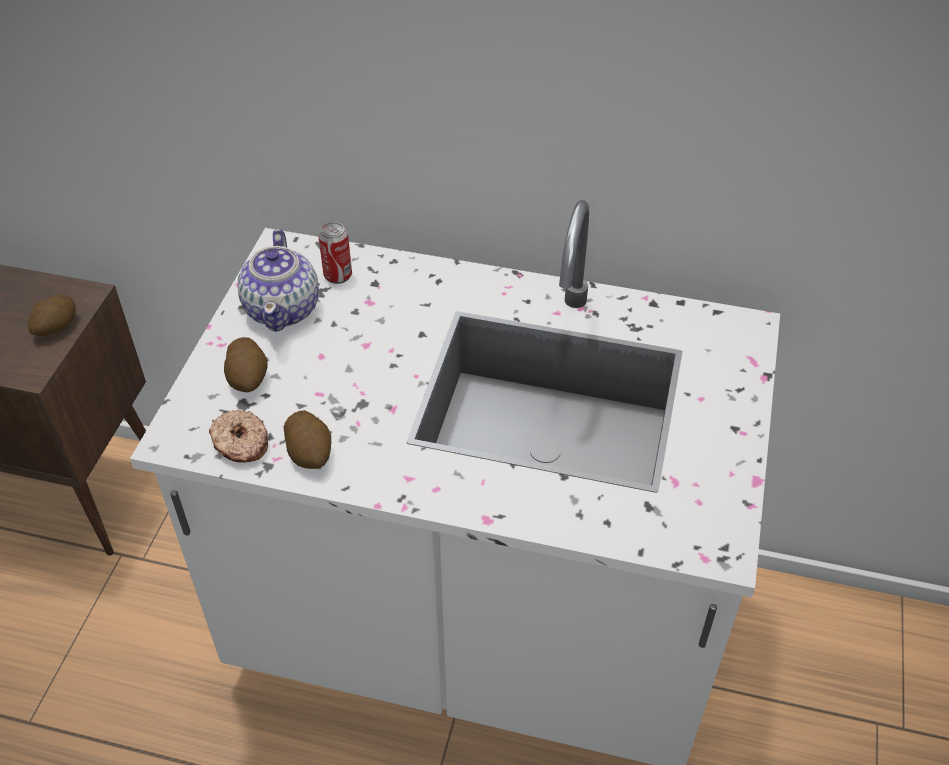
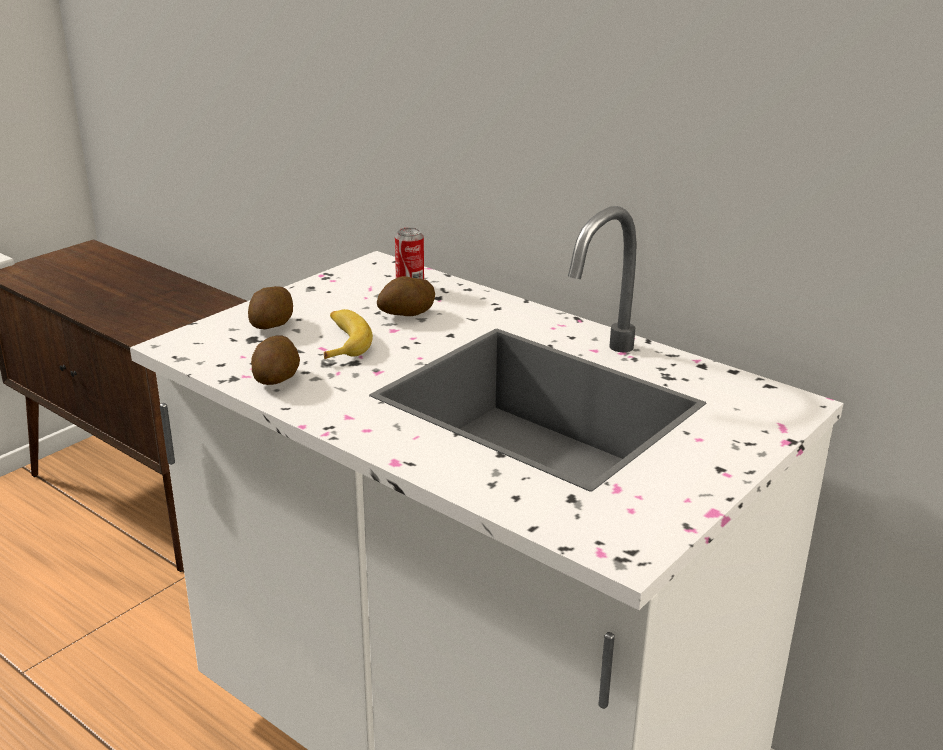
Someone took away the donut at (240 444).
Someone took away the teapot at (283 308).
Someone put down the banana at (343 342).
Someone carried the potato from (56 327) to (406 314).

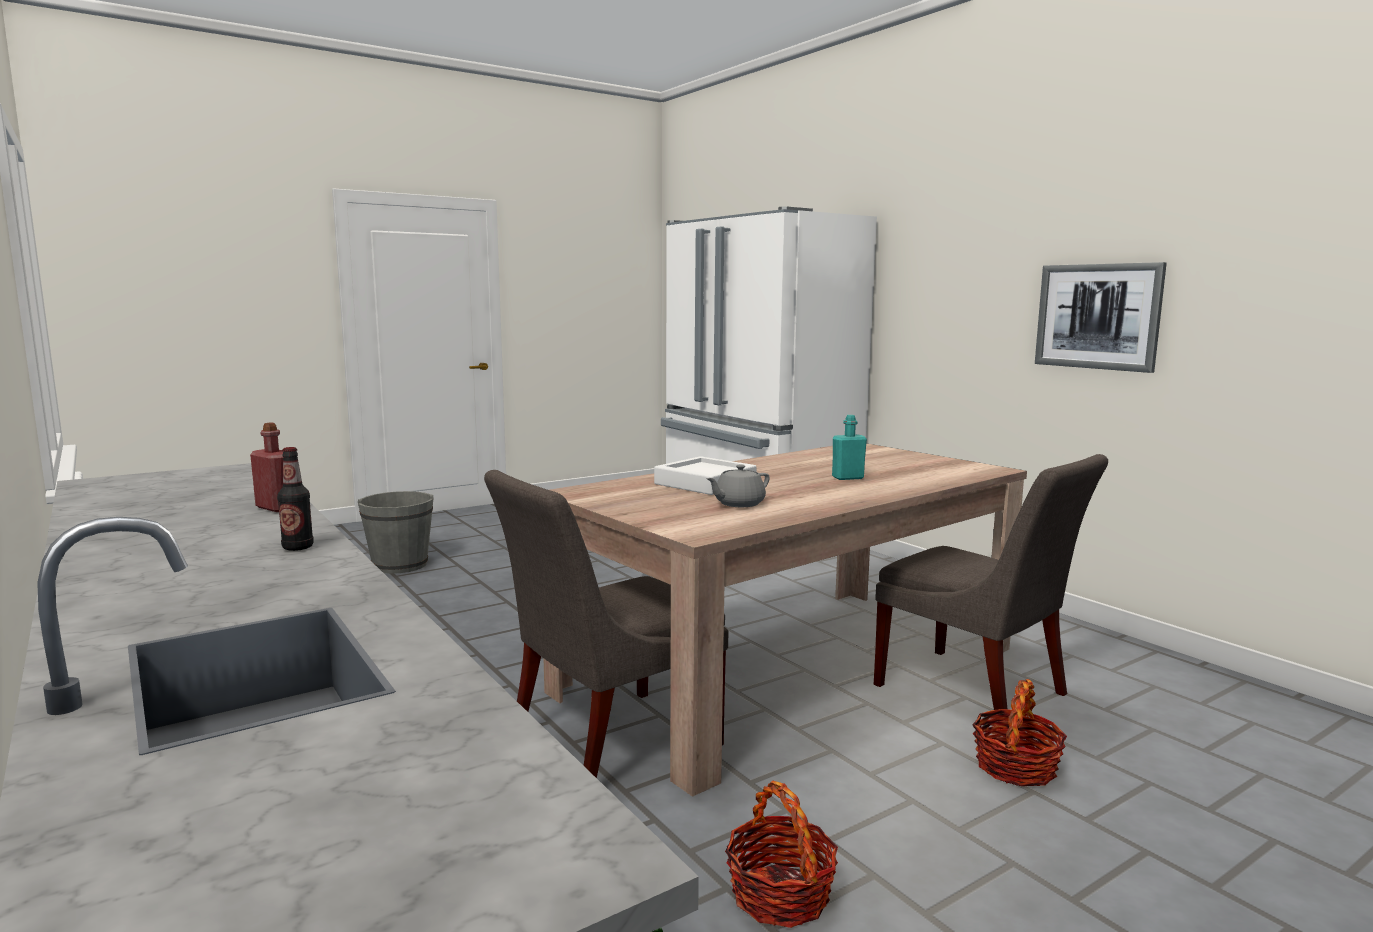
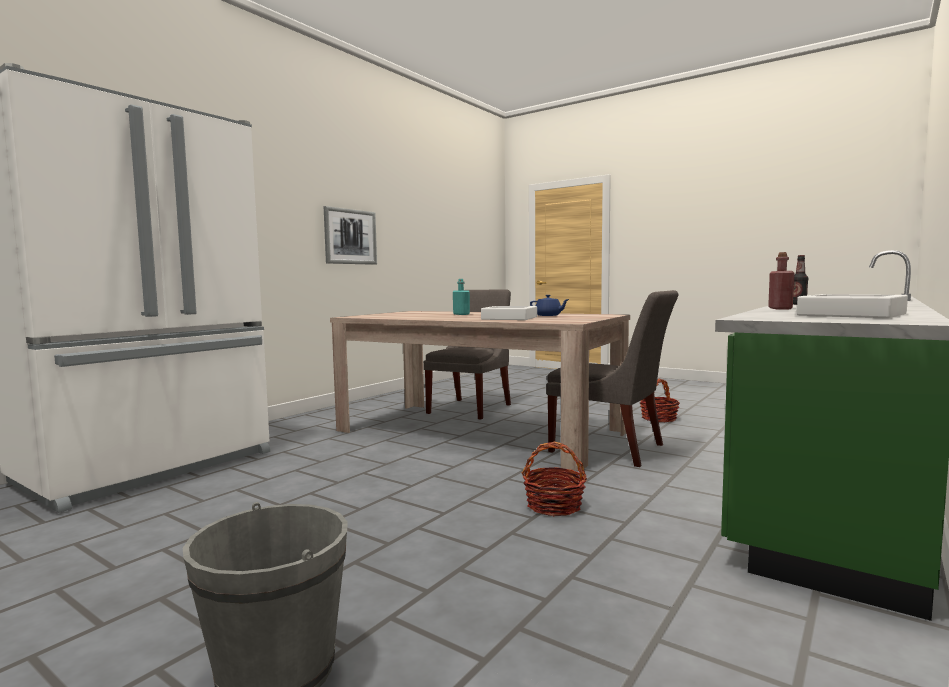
Someone put down the white tray at (851 314).
Someone carried the basket from (1015 767) to (554 506).
Someone repainted the grey teapot at (738 504), which became the blue teapot at (548 315).

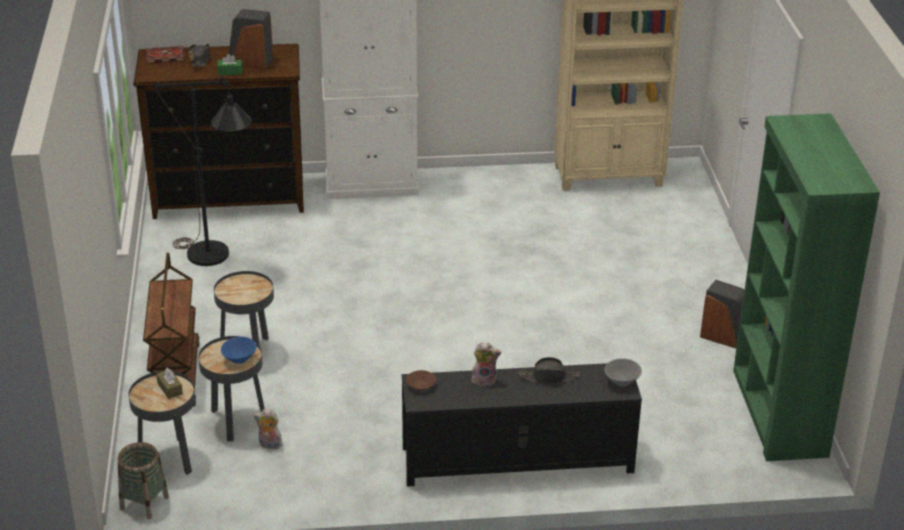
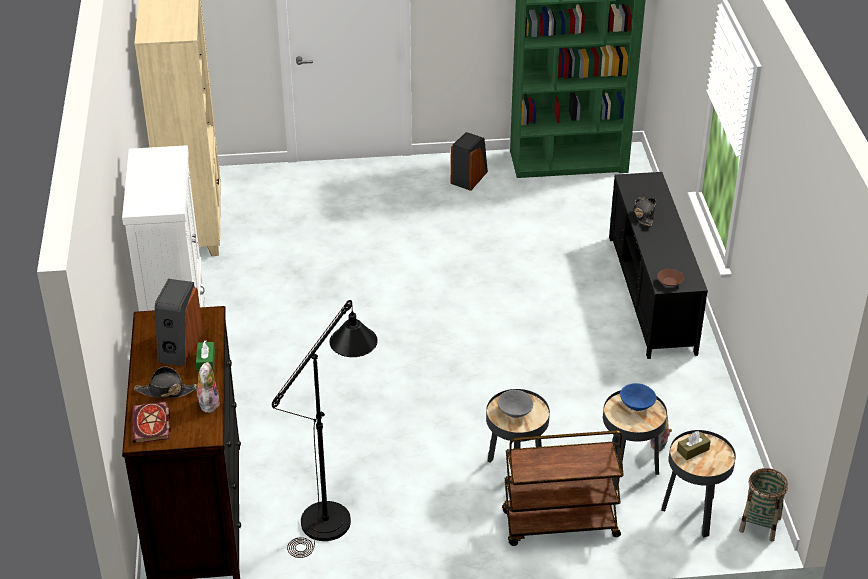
Someone carried the plush toy from (484 380) to (208 403).
Someone carried the grey bowl from (621 381) to (515 413).

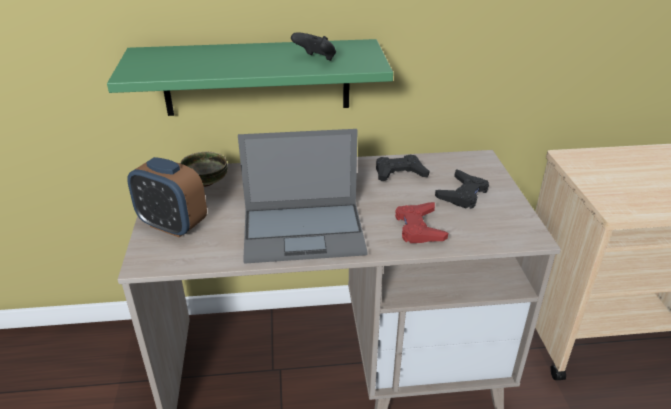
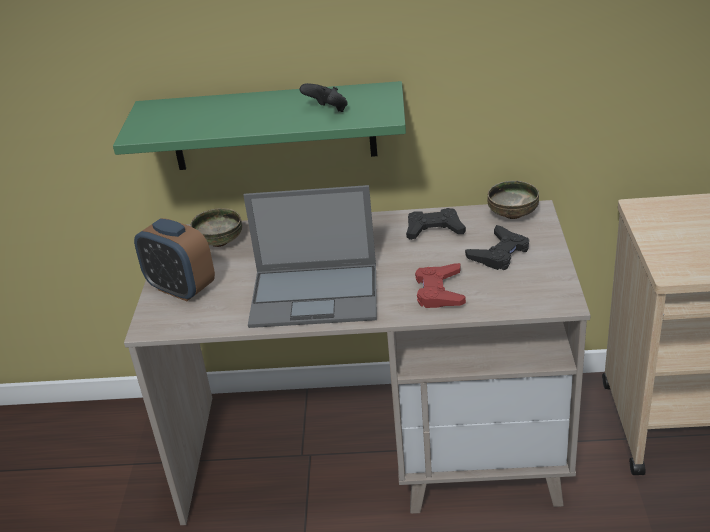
Someone put down the bowl at (513 215).

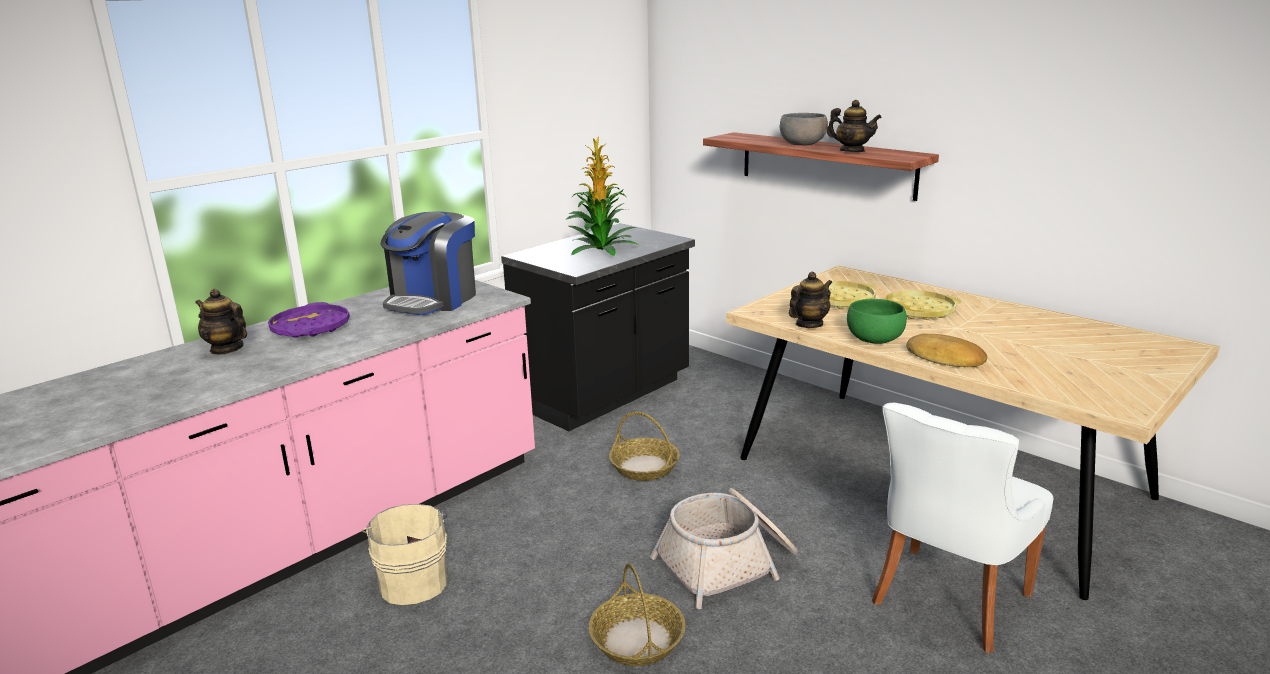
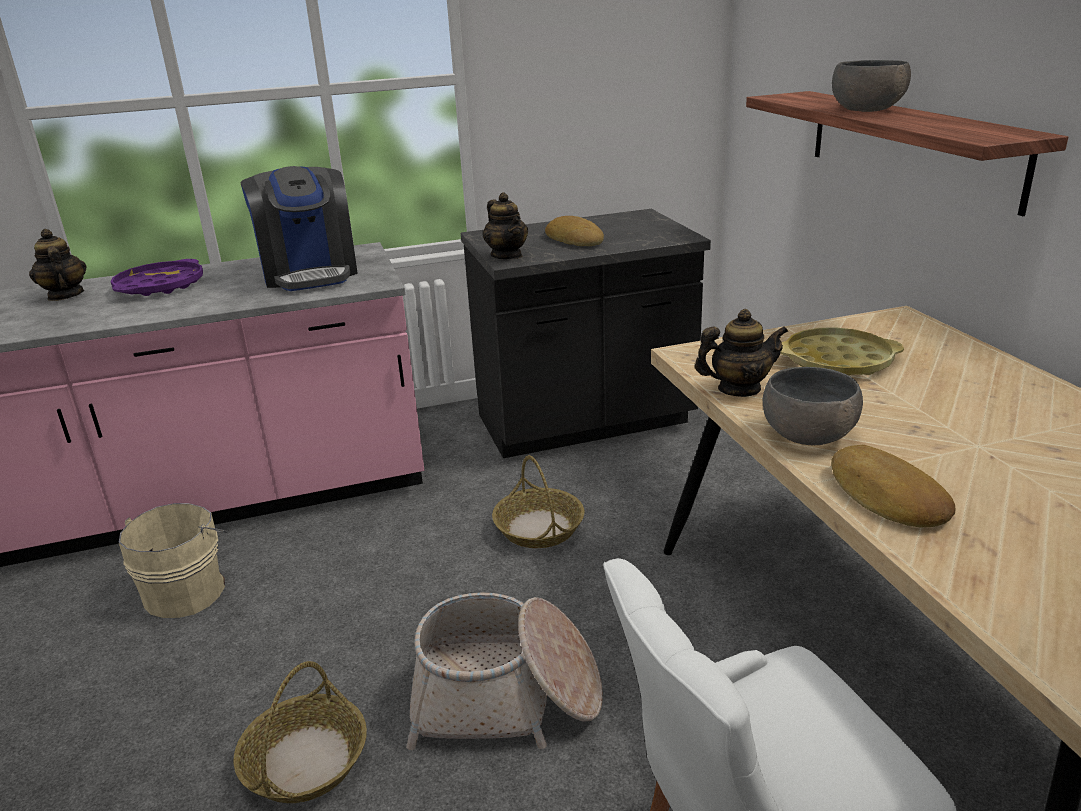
Someone took away the yellow tray at (919 311).
Someone carried the teapot from (852 151) to (507 256).
Someone swapped the potted plant at (601 250) for the bread at (575 239).
Someone repainted the green bowl at (874 339), which became the grey bowl at (808 435).
Someone rotated the coffee machine at (433 300) by 75 degrees counterclockwise.

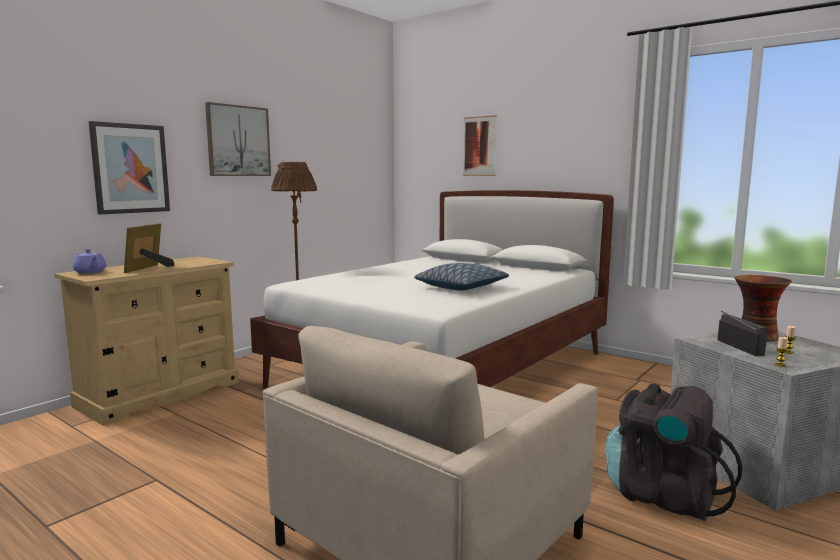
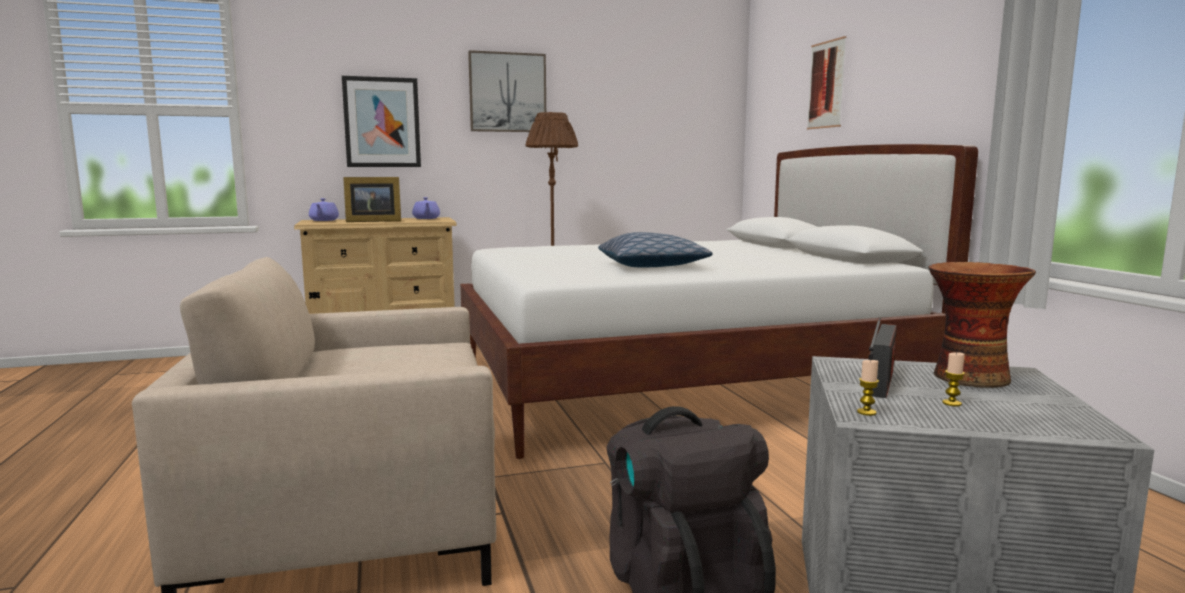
Someone put down the purple teapot at (426 218).
Someone rotated the picture frame at (149 268) by 150 degrees counterclockwise.

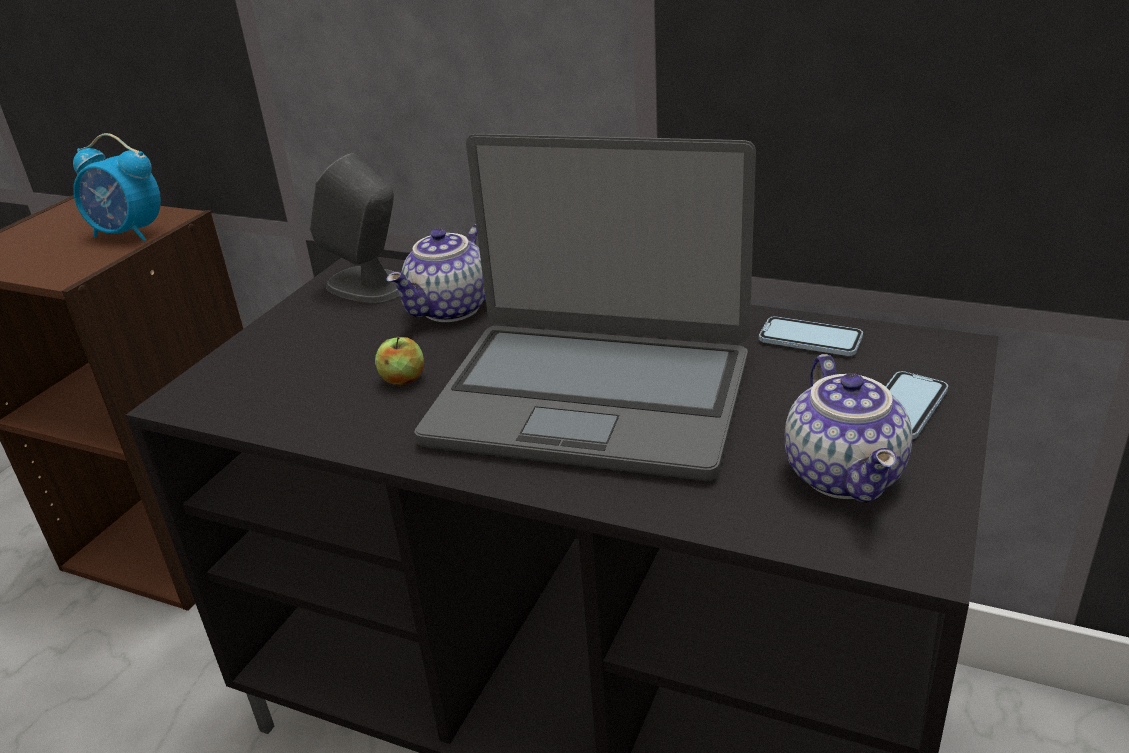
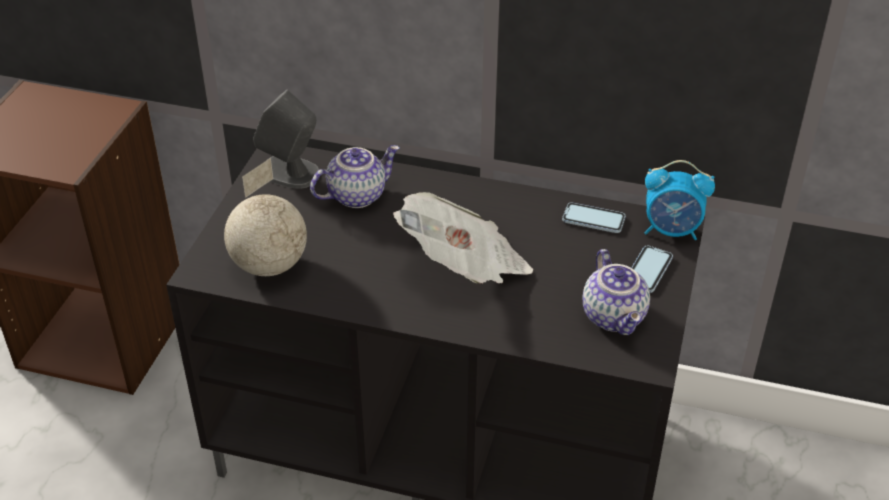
Someone took away the apple at (403 379).
Someone put down the globe at (268 265).
Someone carried the alarm clock from (129 234) to (672 230).
Someone swapped the laptop at (591 398) for the newspaper at (464 266).
Someone rotated the teapot at (451 310) by 150 degrees counterclockwise.

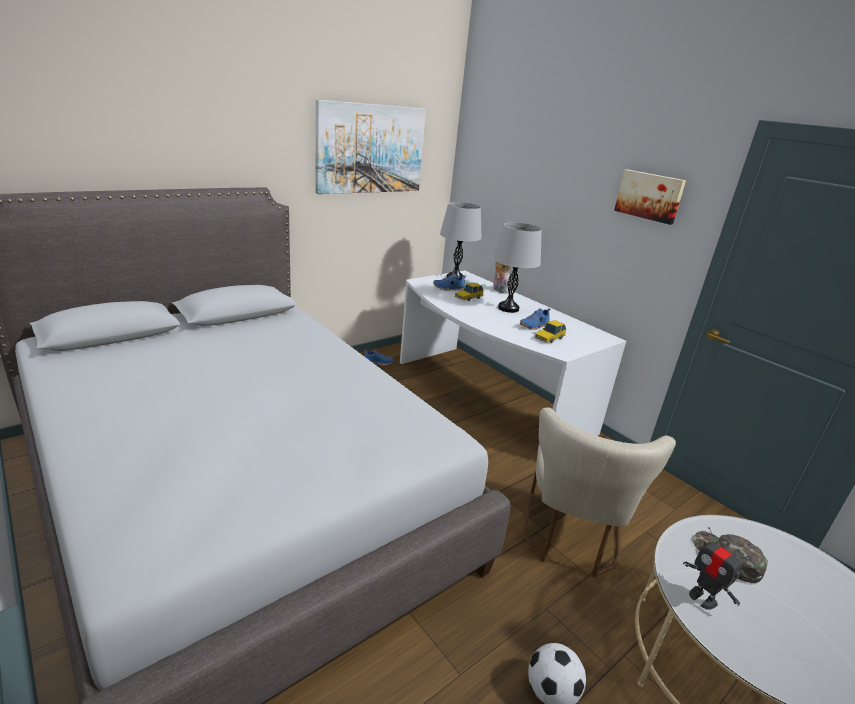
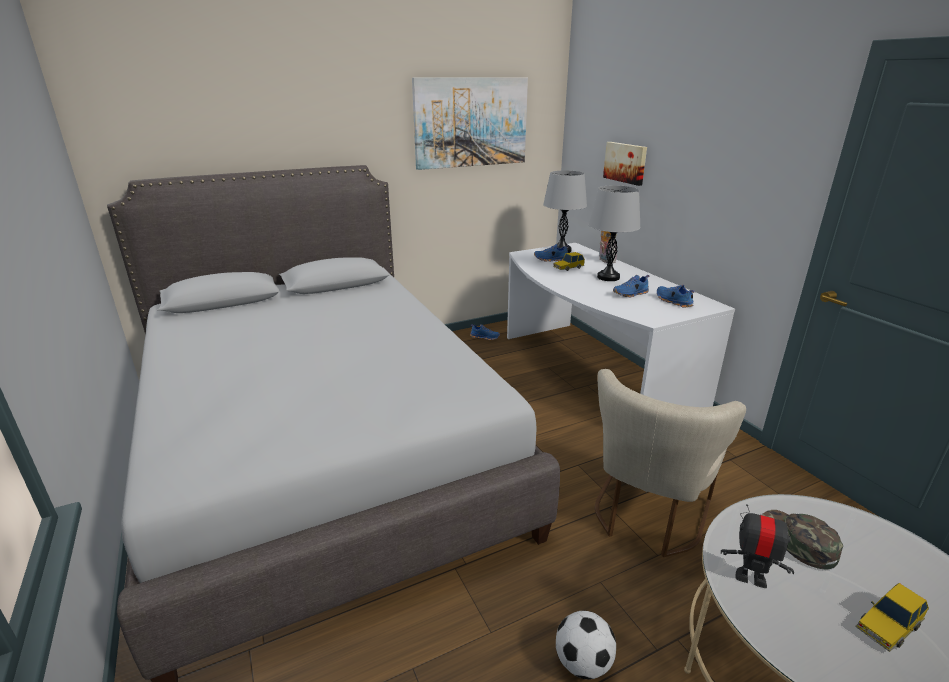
Someone put down the blue shoe at (673 301).
Someone carried the toy car from (549 338) to (888 625).
Someone carried the picture from (649 196) to (626 162).
Someone rotated the toy robot at (702 598) by 135 degrees clockwise.

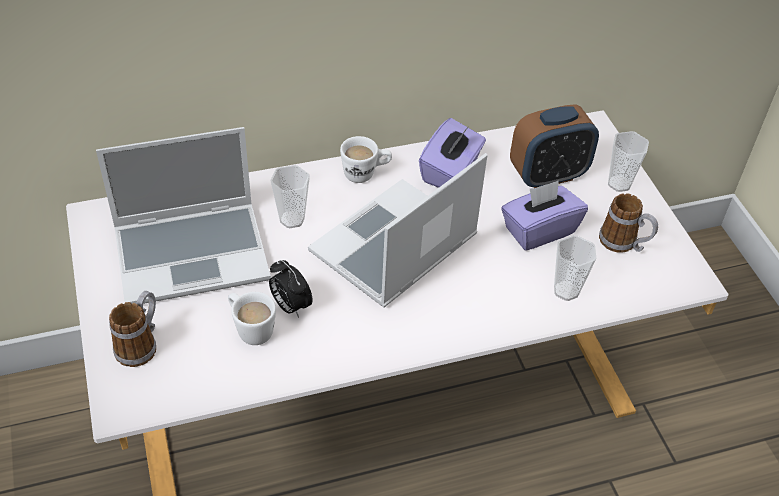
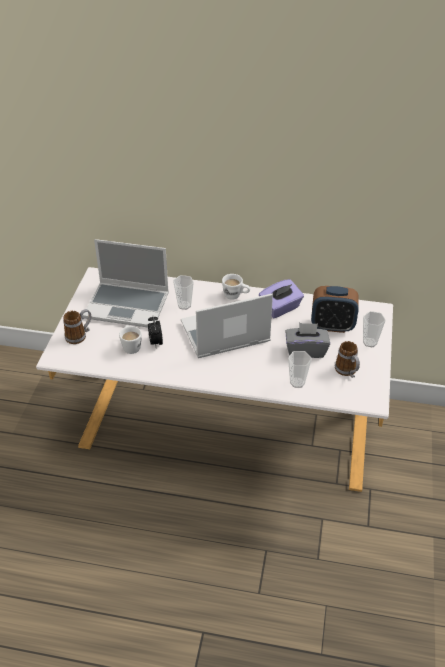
Someone repainted the purple tissue box at (539 230), which became the grey tissue box at (306 350).

